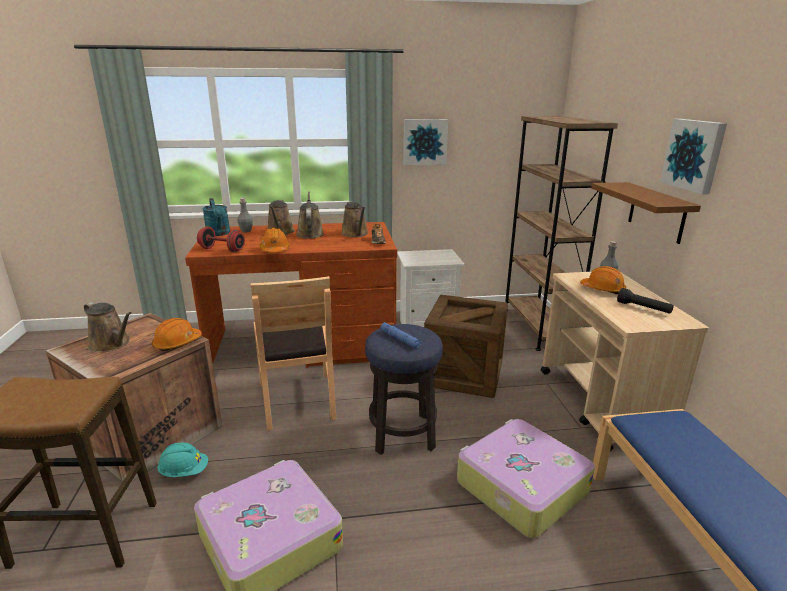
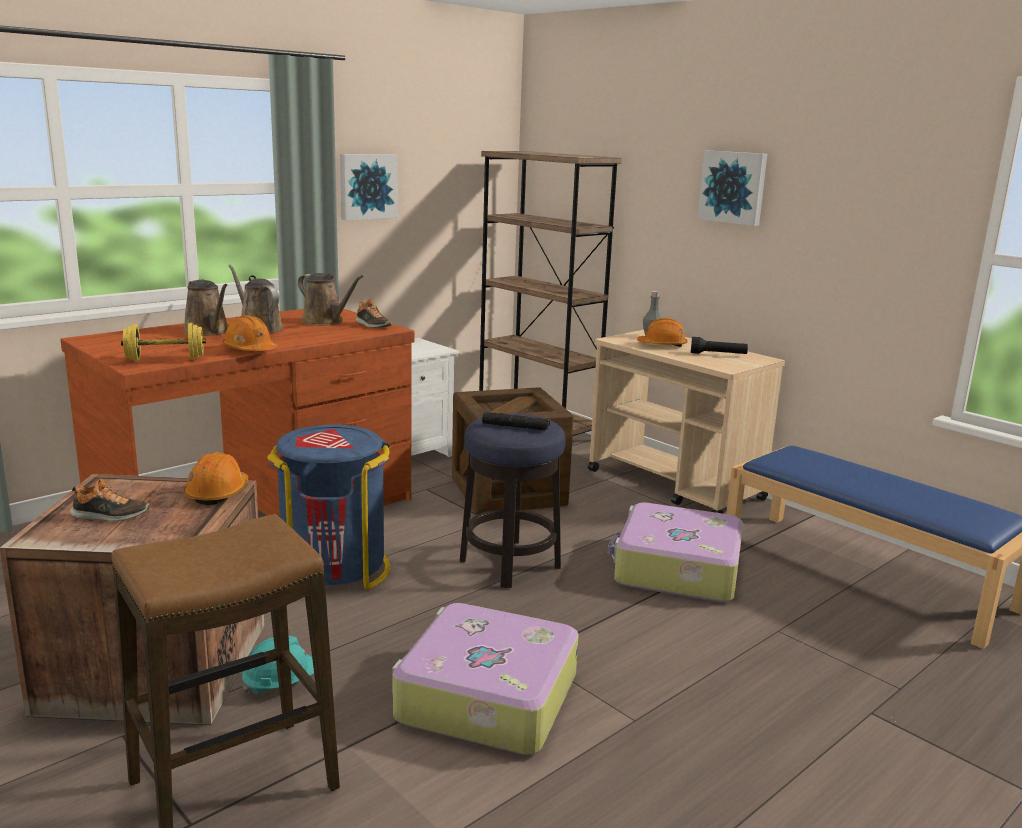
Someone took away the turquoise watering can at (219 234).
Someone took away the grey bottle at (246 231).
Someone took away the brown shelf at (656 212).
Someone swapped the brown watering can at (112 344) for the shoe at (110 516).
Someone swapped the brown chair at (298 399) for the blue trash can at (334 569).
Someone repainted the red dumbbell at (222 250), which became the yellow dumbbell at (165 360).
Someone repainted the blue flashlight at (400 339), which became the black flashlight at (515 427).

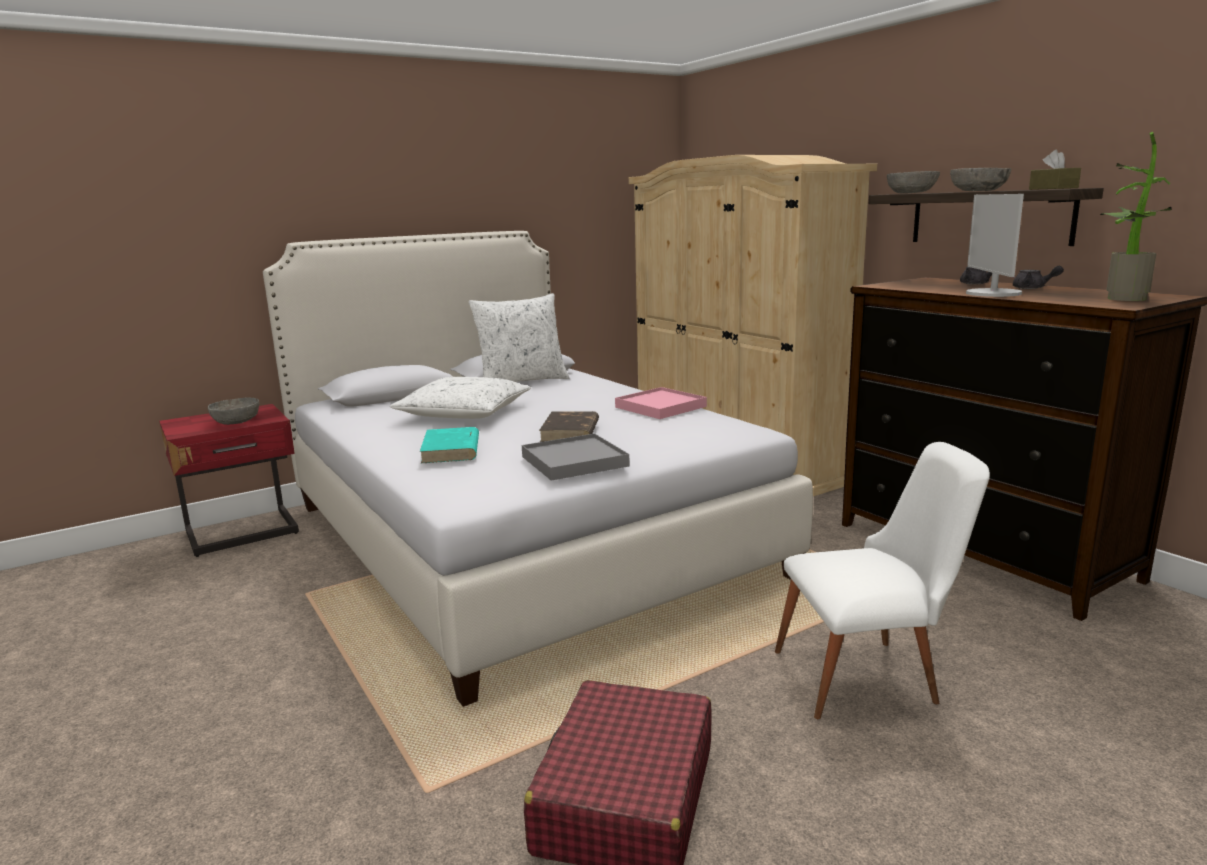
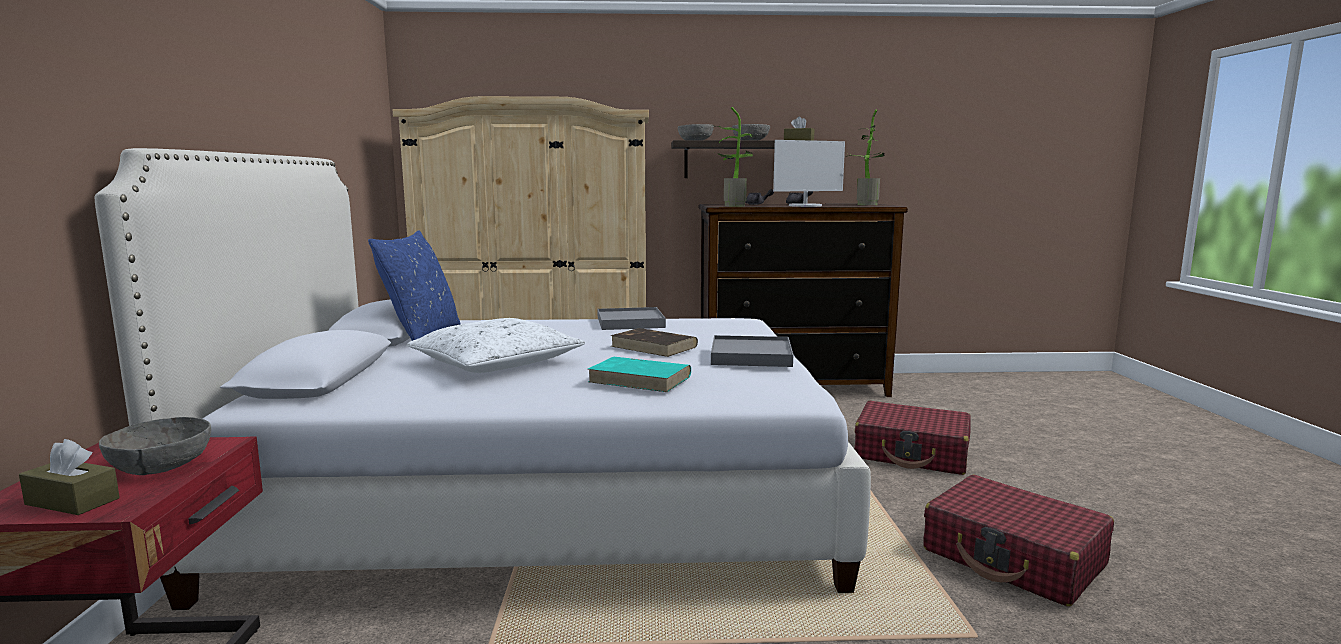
Someone put down the brown tissue box at (72 501).
Someone put down the potted plant at (734 205).
Someone swapped the white chair at (870 677) for the red suitcase at (912 453).
Someone repainted the white pillow at (522 381), which became the blue pillow at (421 335).
Someone repainted the pink tray at (660 407), which became the grey tray at (630 322).
Someone rotated the monitor at (992 293) by 60 degrees counterclockwise.

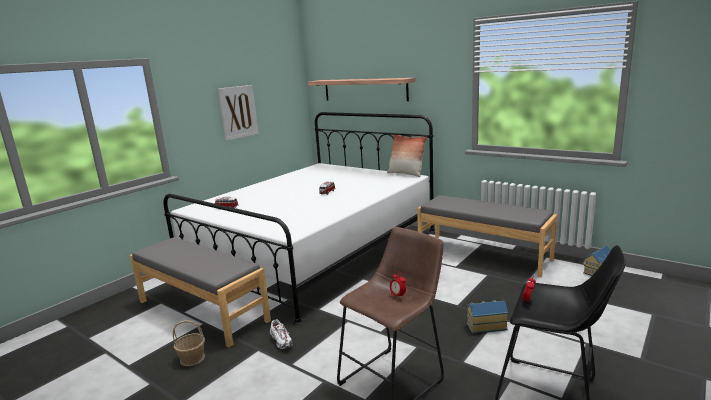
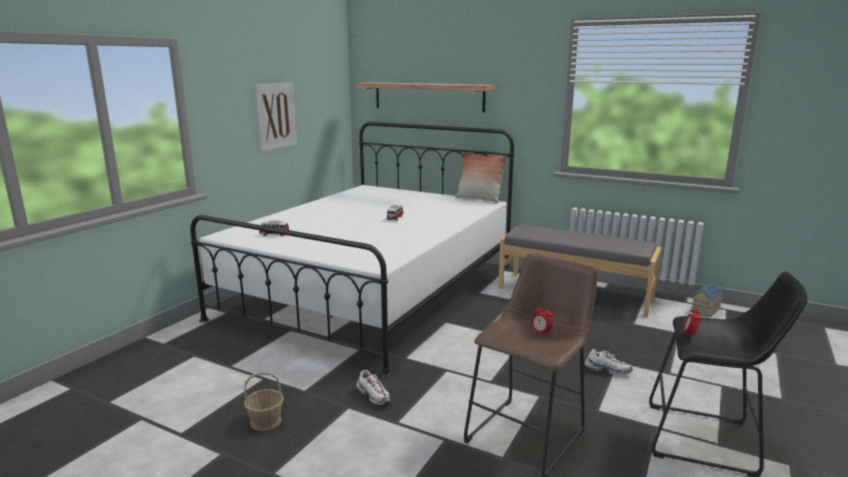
Someone took away the grey bench at (203 310).
Someone swapped the toy house at (485 325) for the white shoe at (607 370).

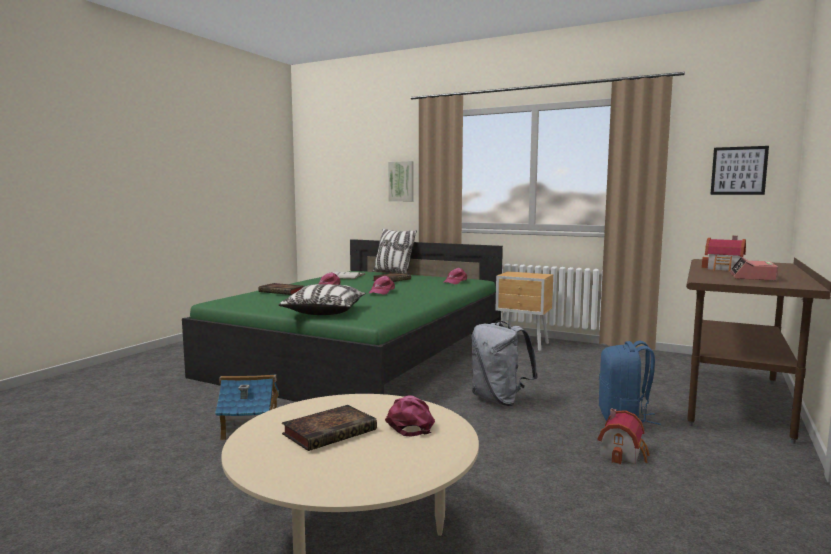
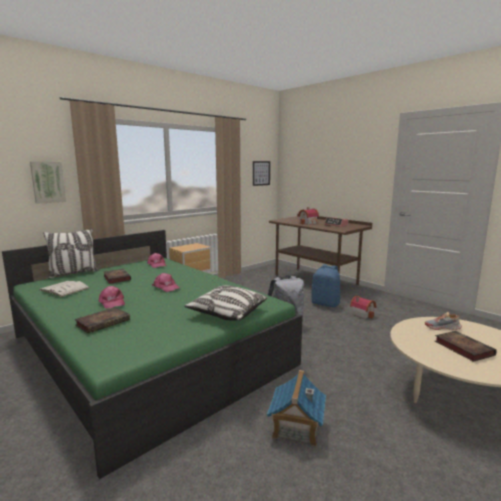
Someone swapped the pink cap at (410 423) for the shoe at (442 327).

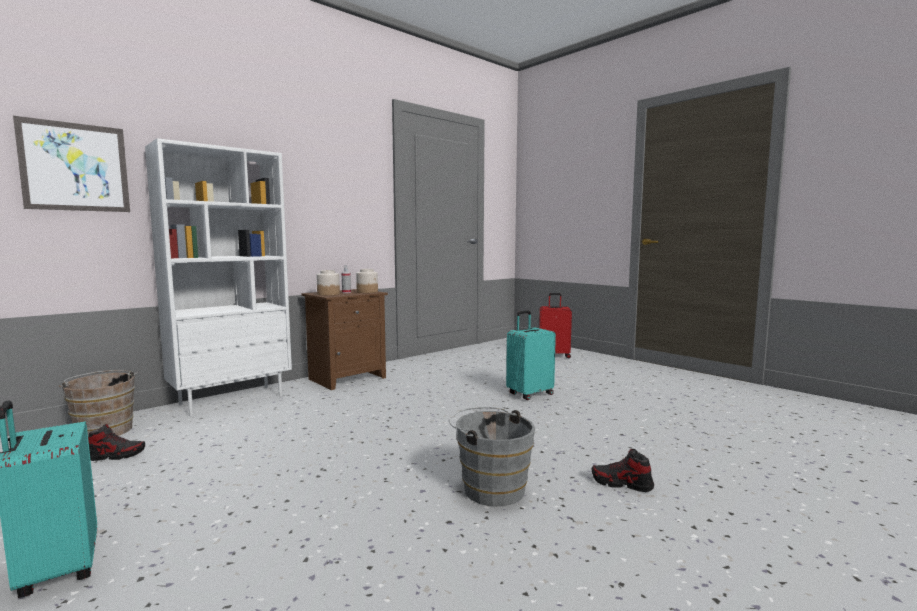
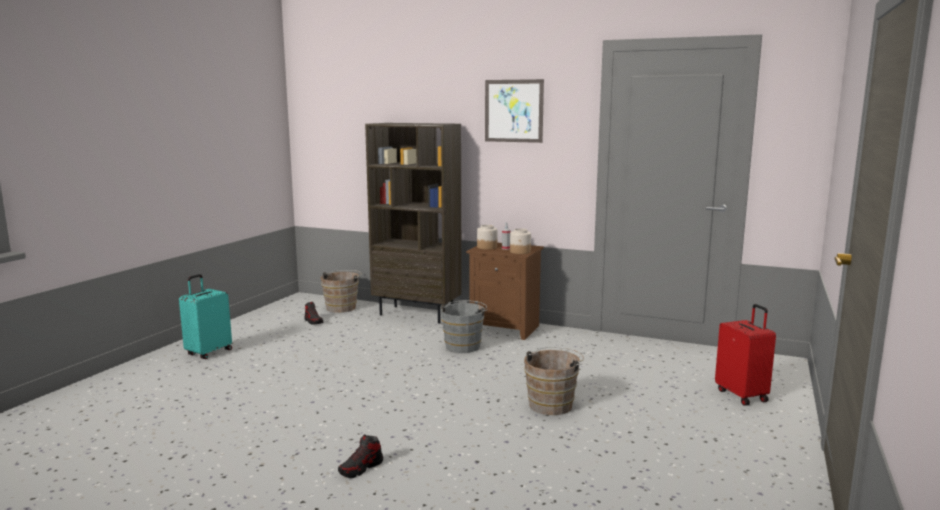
Someone carried the picture from (75 167) to (513 111).
Someone carried the grey bucket from (490 488) to (464 345).
Someone swapped the turquoise suitcase at (529 394) for the brown bucket at (552 404).
Someone repainted the white bookcase at (232 399), which became the brown bookcase at (417 314).
Someone rotated the shoe at (621 484) by 135 degrees counterclockwise.

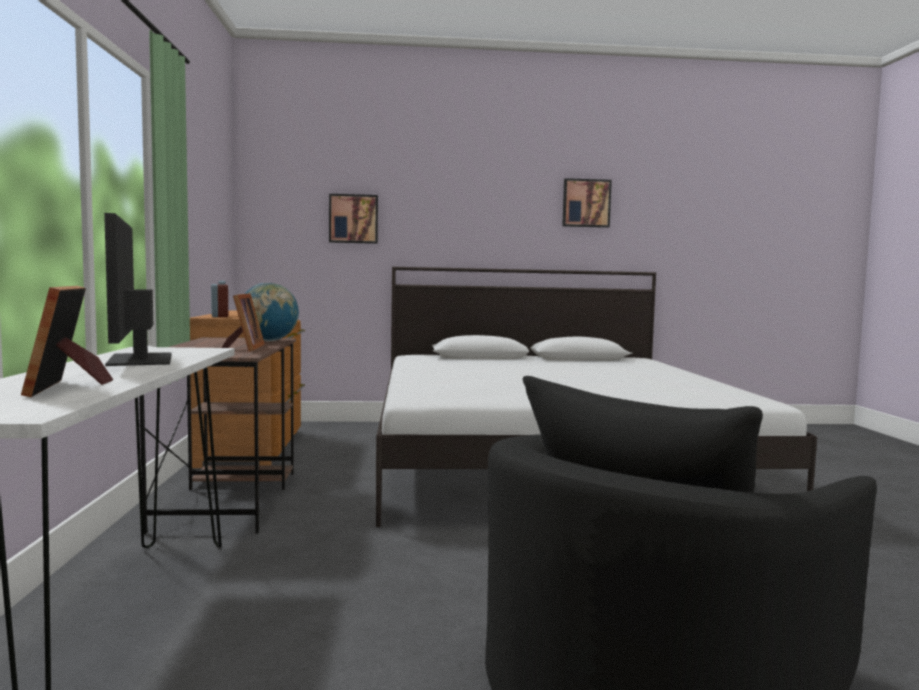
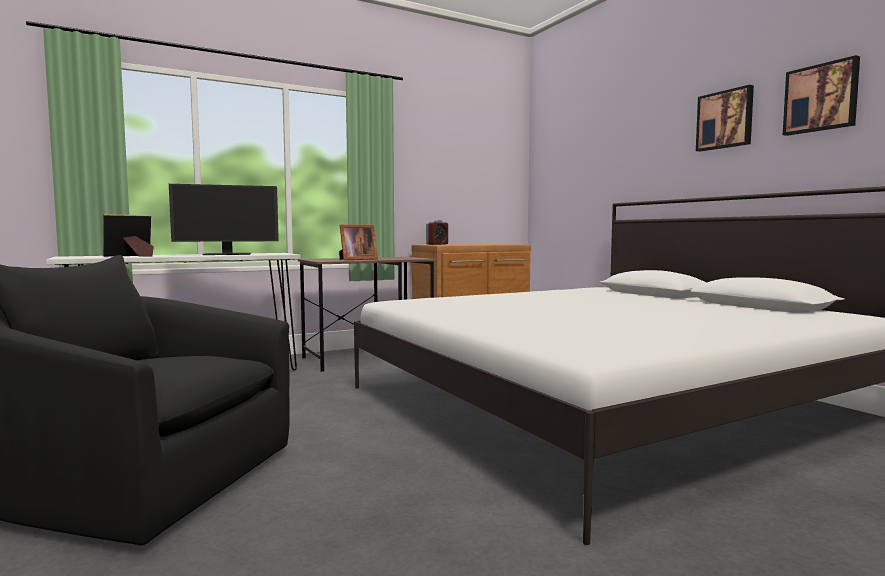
Someone took away the globe at (269 341).
Someone carried the picture from (353 219) to (725 120).
Someone rotated the monitor at (139 360) by 150 degrees counterclockwise.

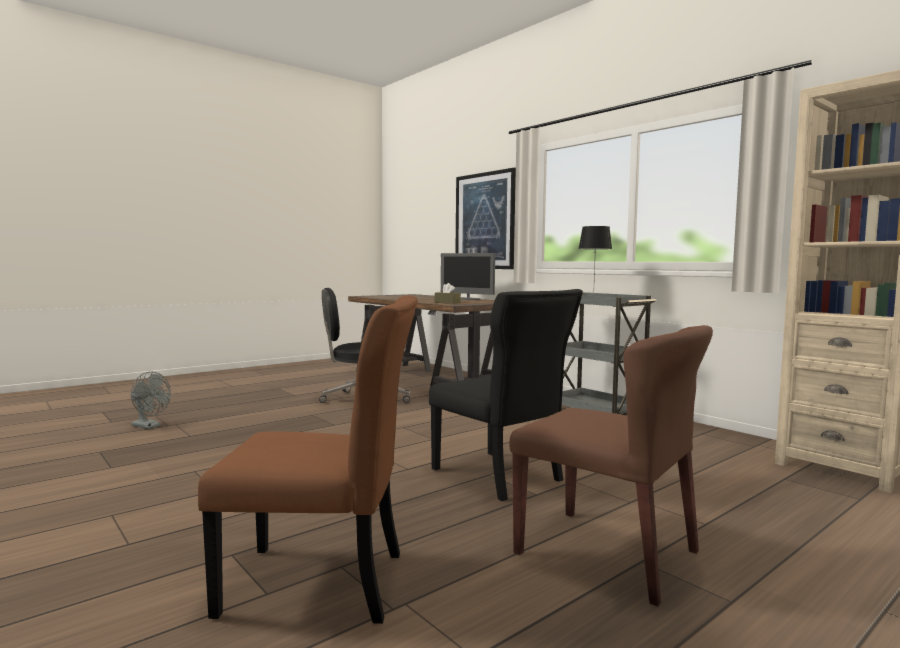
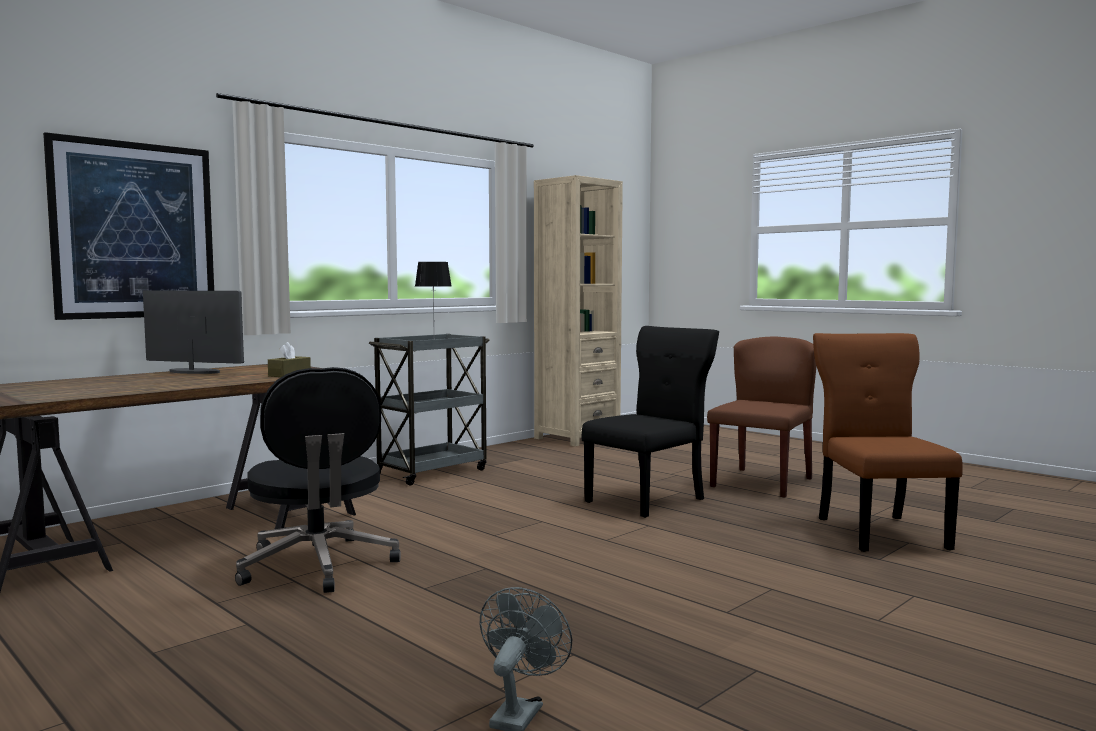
Someone rotated the monitor at (467 299) by 105 degrees counterclockwise.

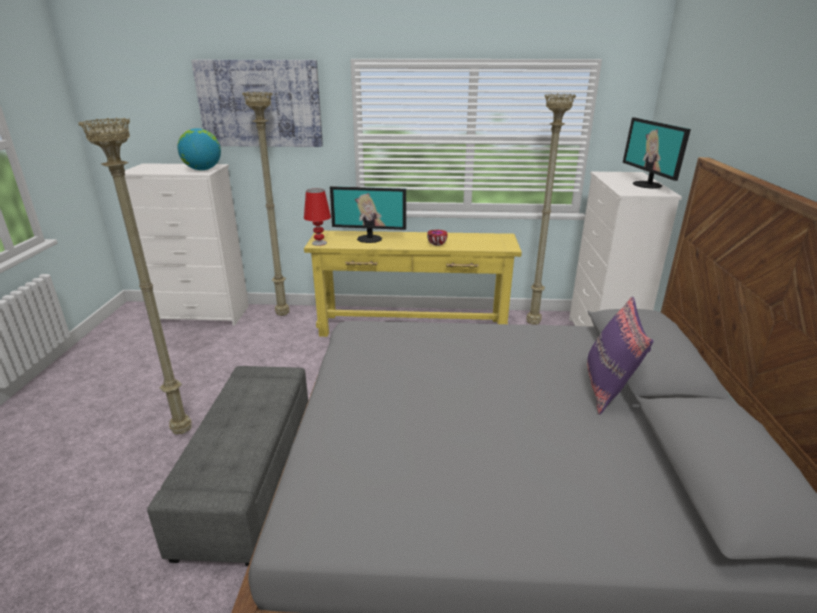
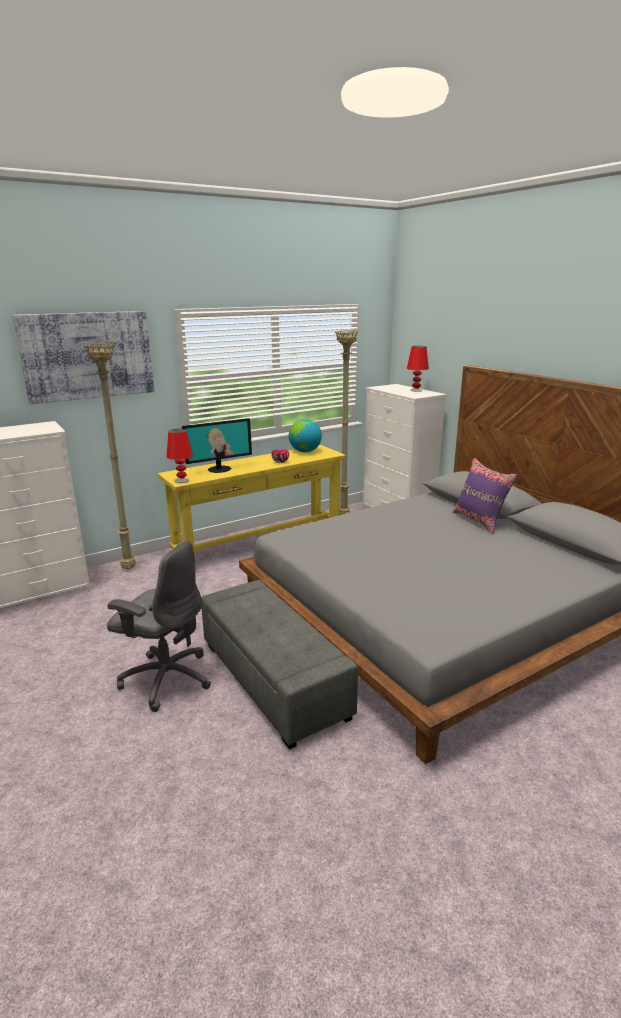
Someone carried the globe from (203 169) to (305 451).
Someone swapped the beige floor lamp at (180 432) for the grey office chair at (166 678).
Someone swapped the monitor at (647 185) for the red table lamp at (416 390).

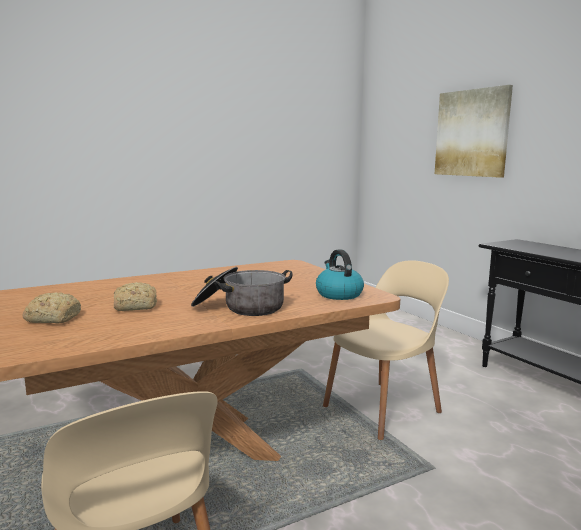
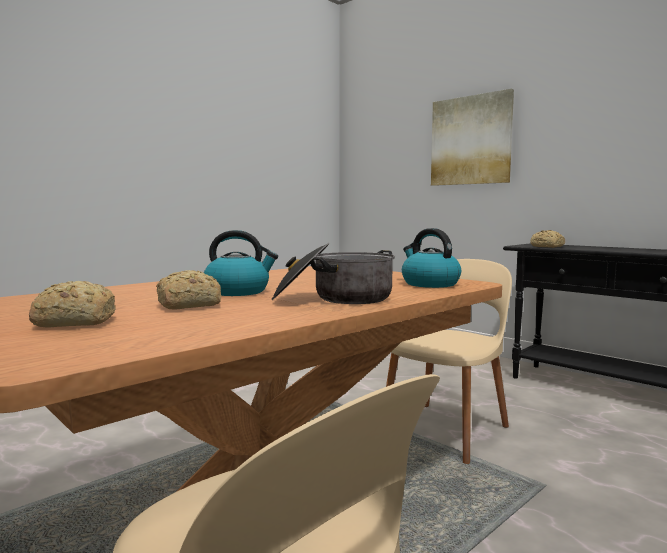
Someone put down the kettle at (238 292).
Someone put down the bread at (547 246).

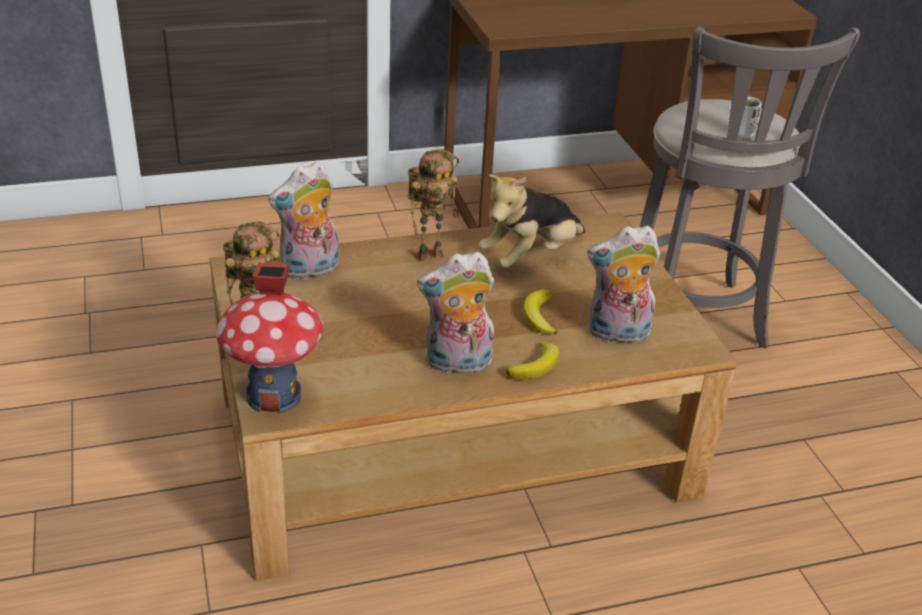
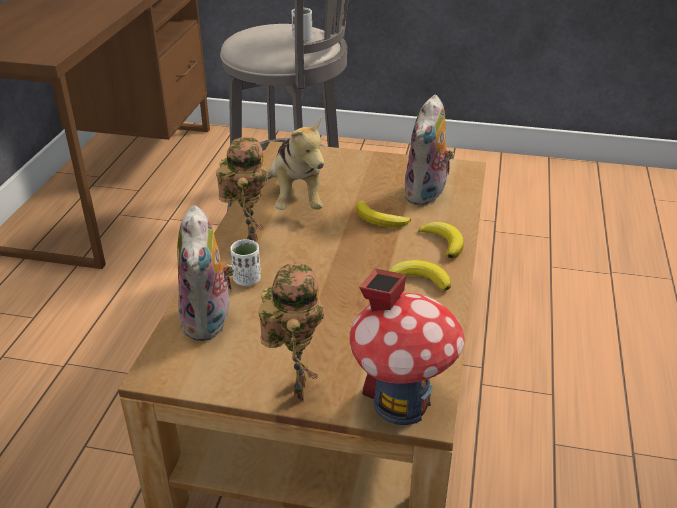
Someone put down the white cup at (247 279).
Someone swapped the plush toy at (457 364) for the banana at (419 279).

